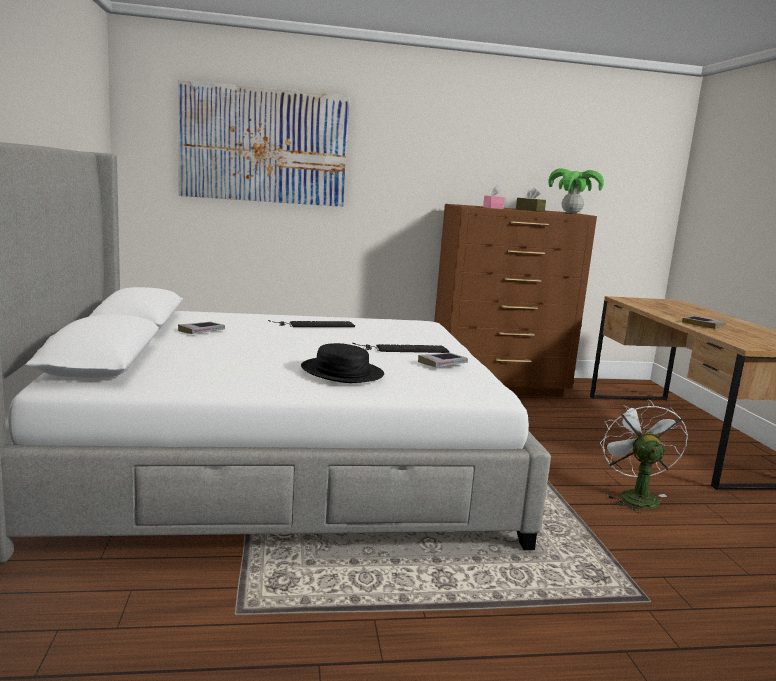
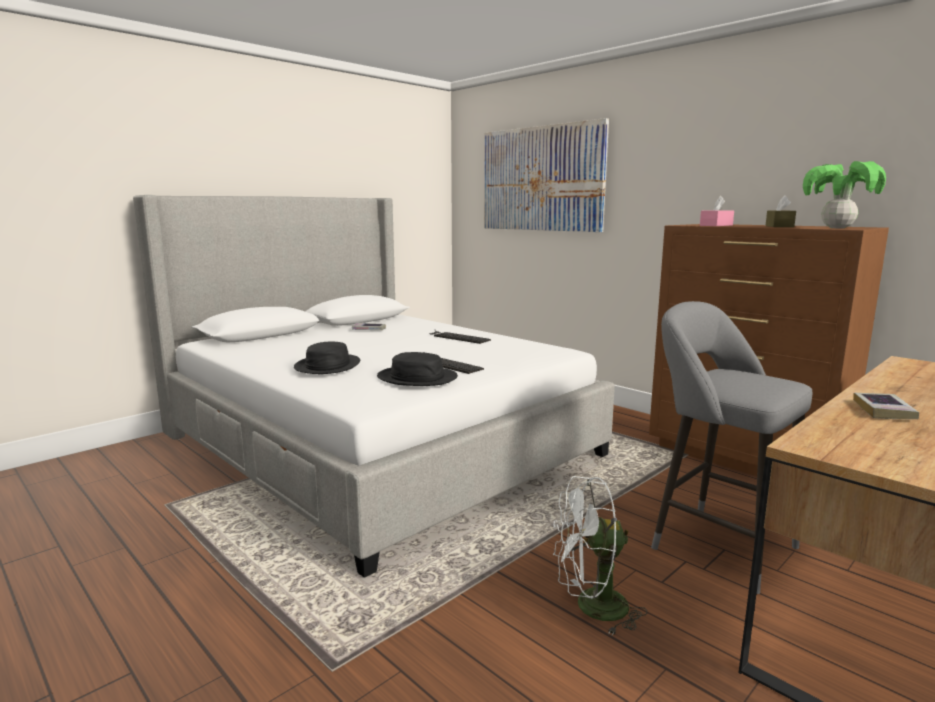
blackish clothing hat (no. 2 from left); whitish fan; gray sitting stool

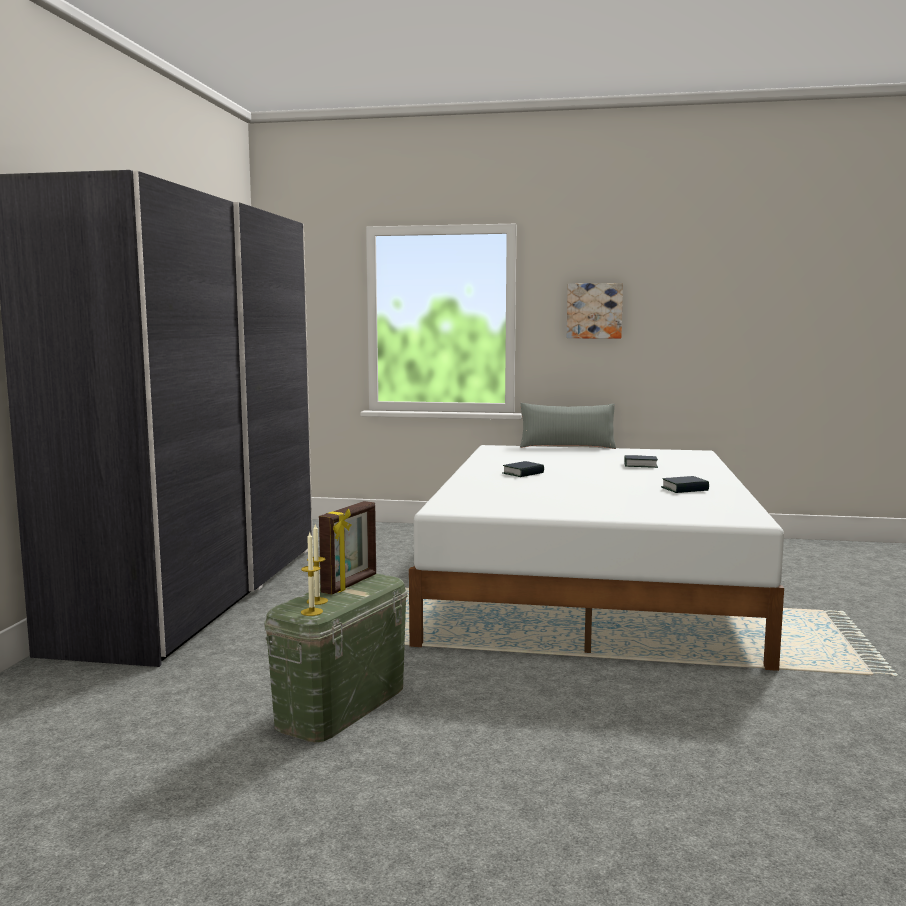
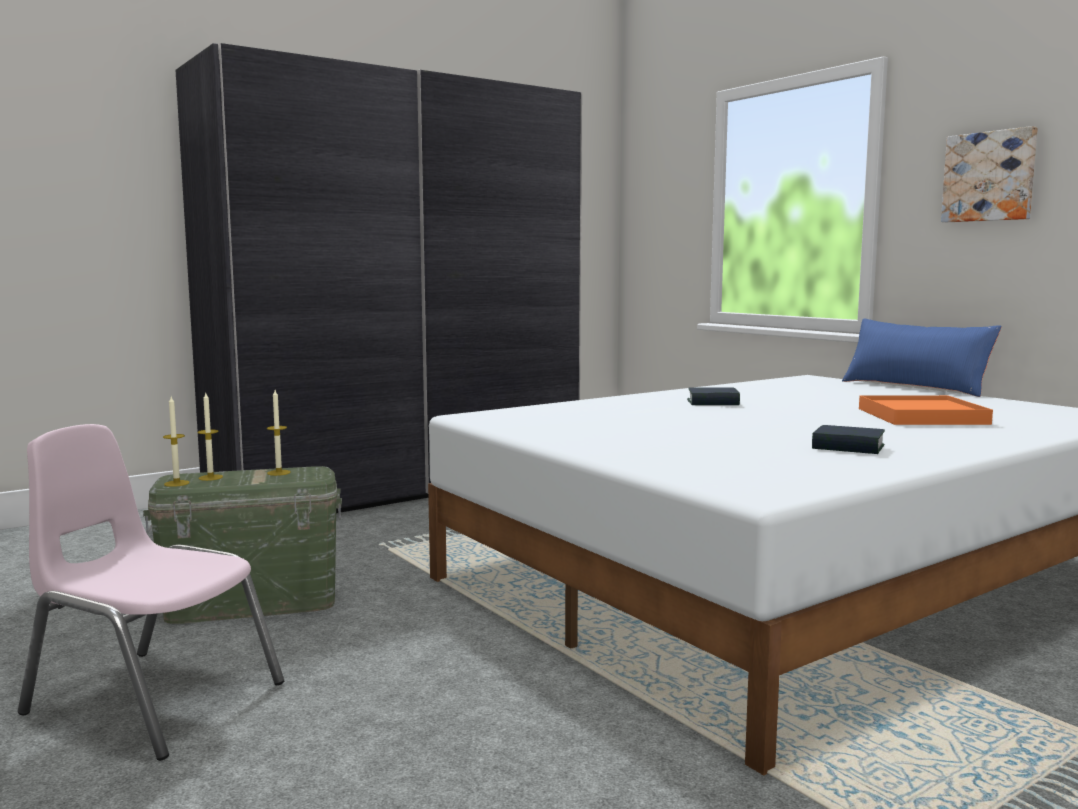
pink upright chair; candle (no. 3 from left); bluish throw pillow; orange carrying tray

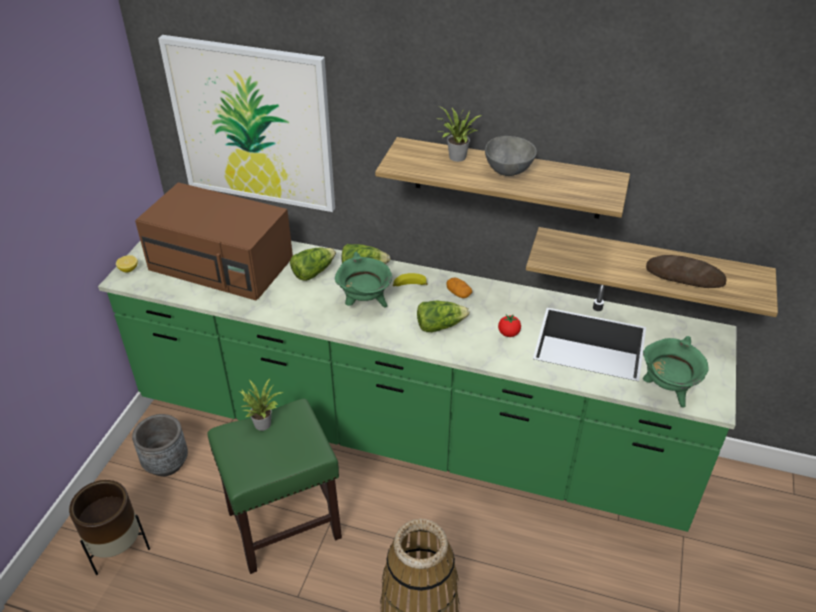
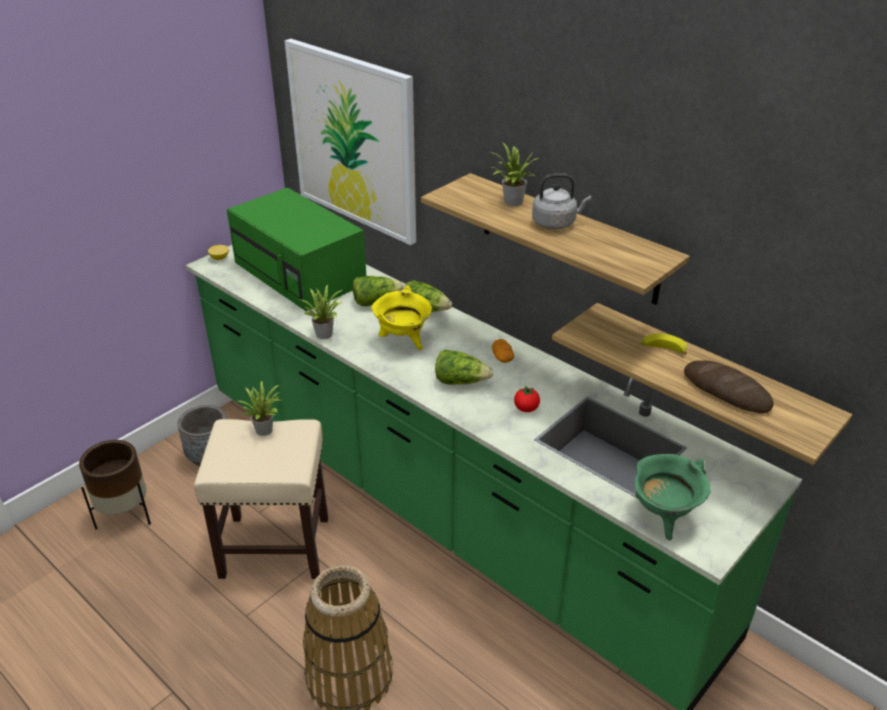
beige sitting stool; green-coloured microwave oven; houseplant (no. 2 from left); yellowish saucepot; gray tea kettle; banana

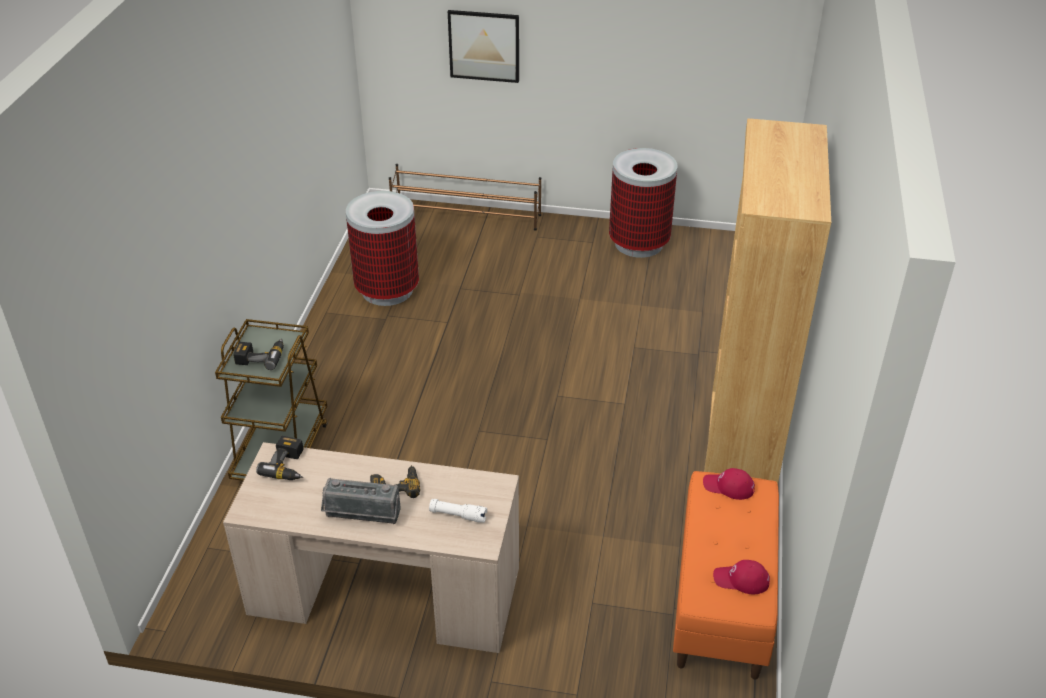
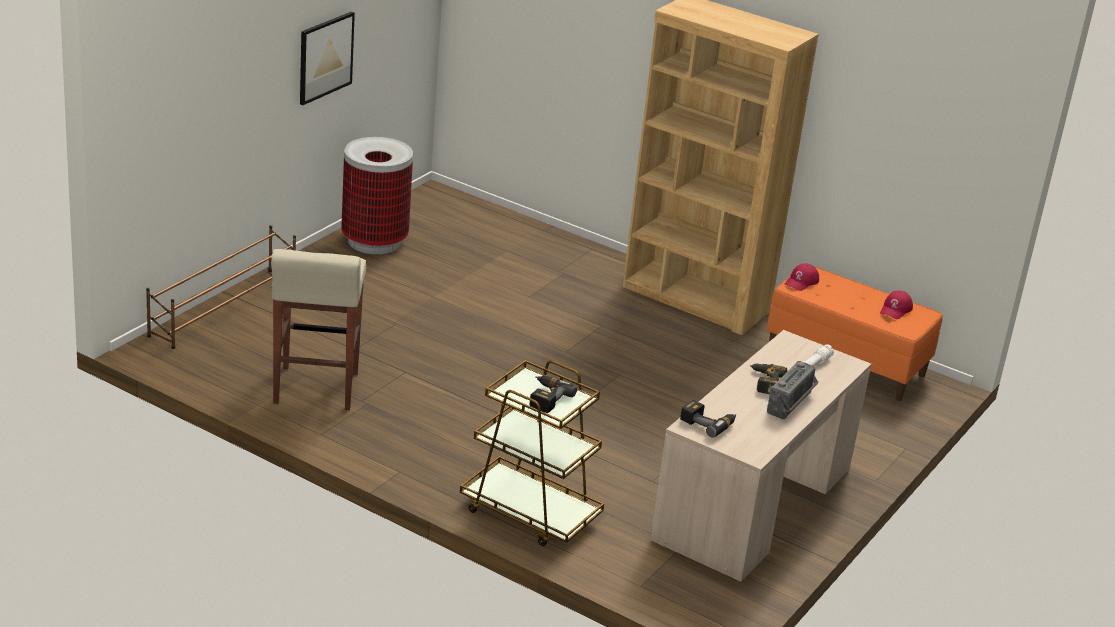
beige sitting stool; wall picture

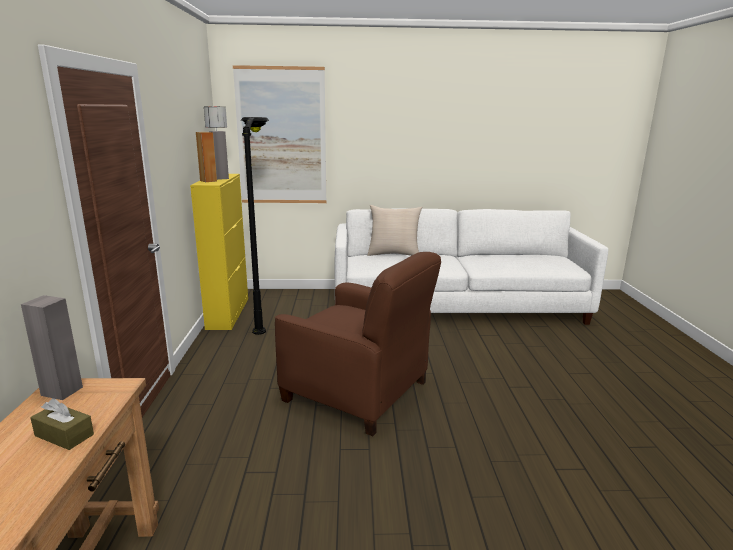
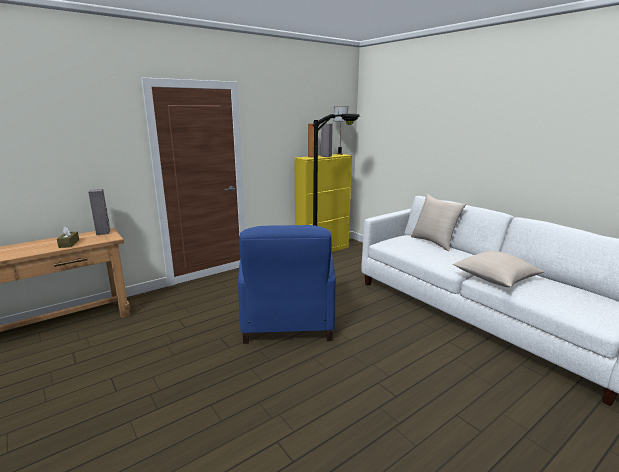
bluish armchair; beige throw pillow (no. 2 from left); wall picture

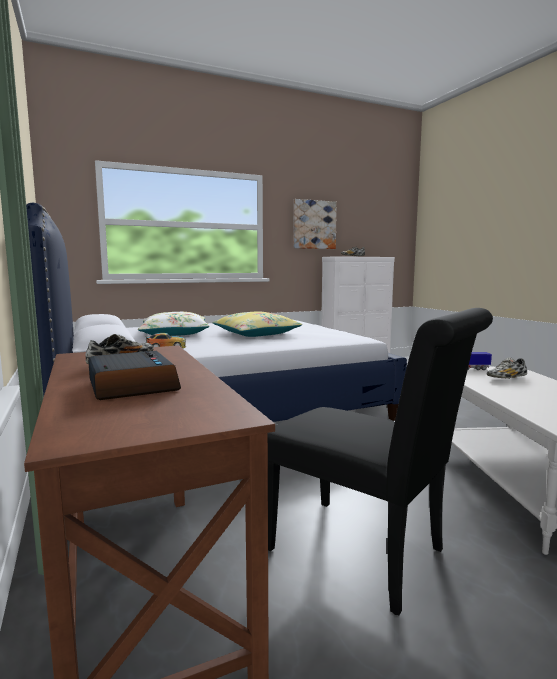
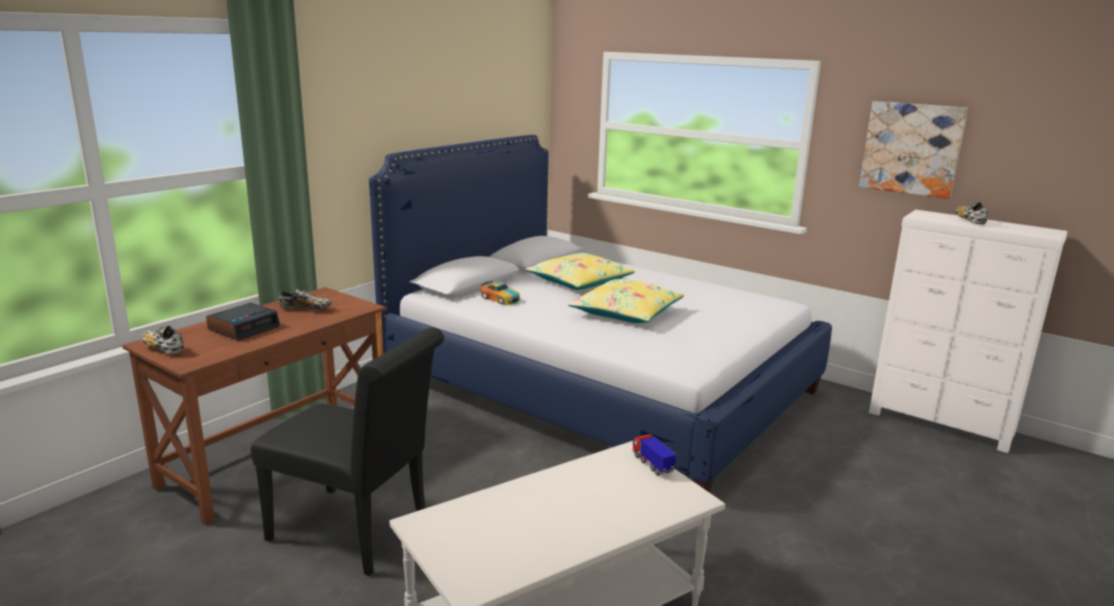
shoe (no. 1 from left); blackish upright chair; yellowish throw pillow (no. 1 from left)

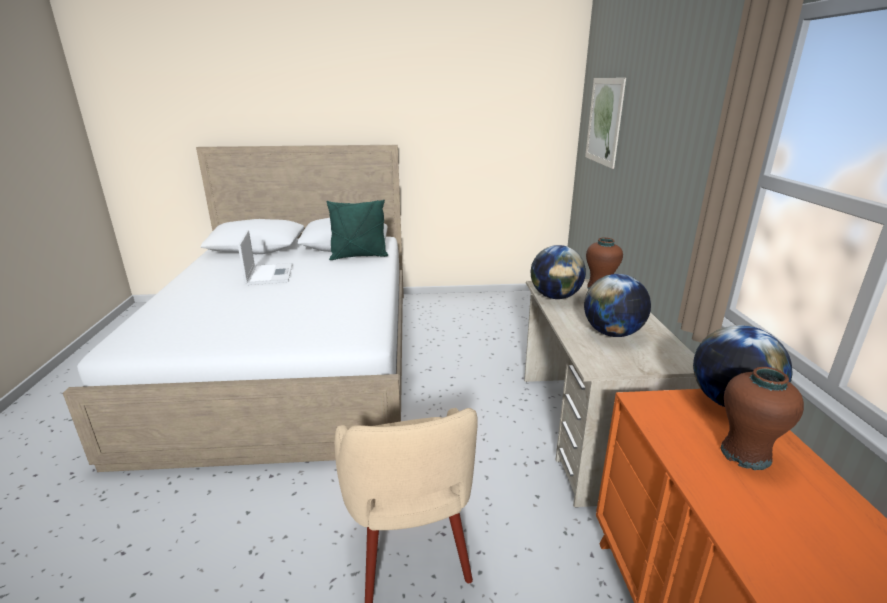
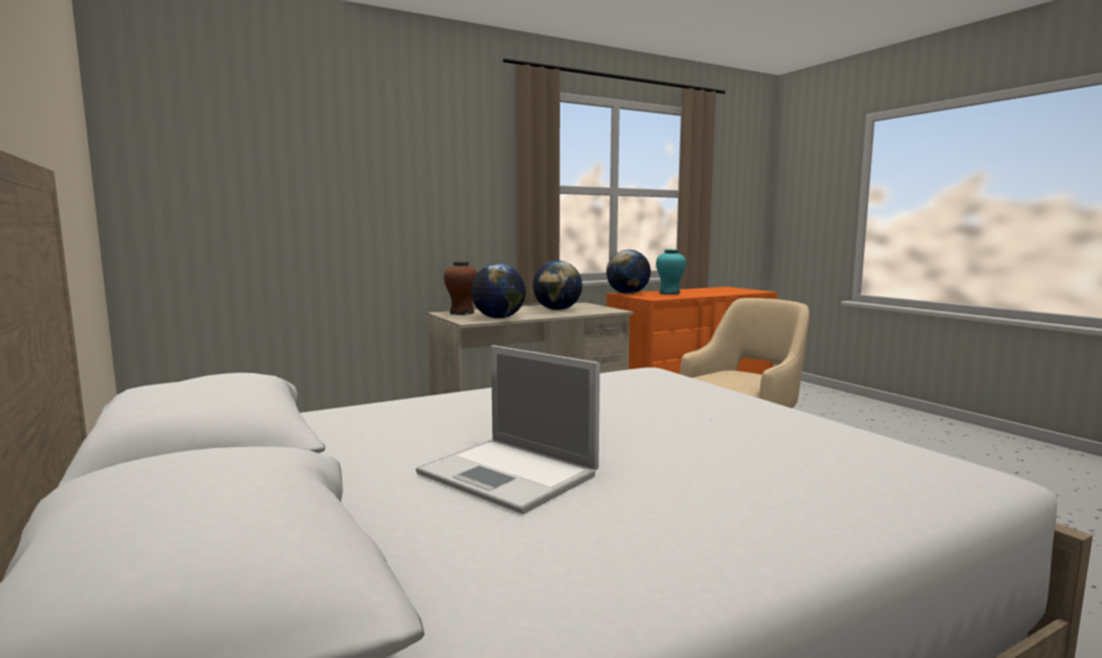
laptop; blue-green decorative vase; green-coloured throw pillow; wall picture

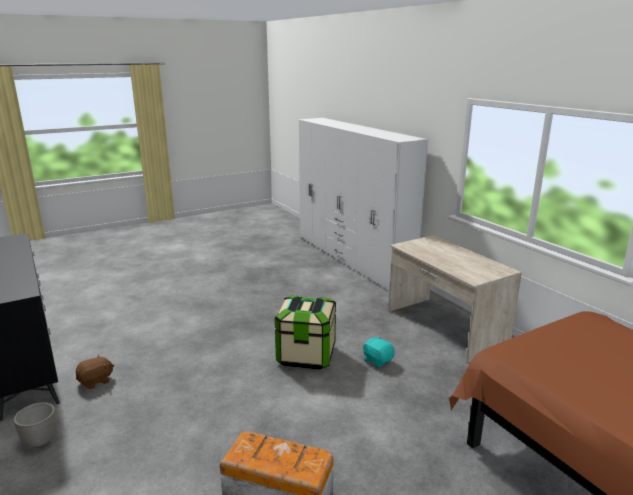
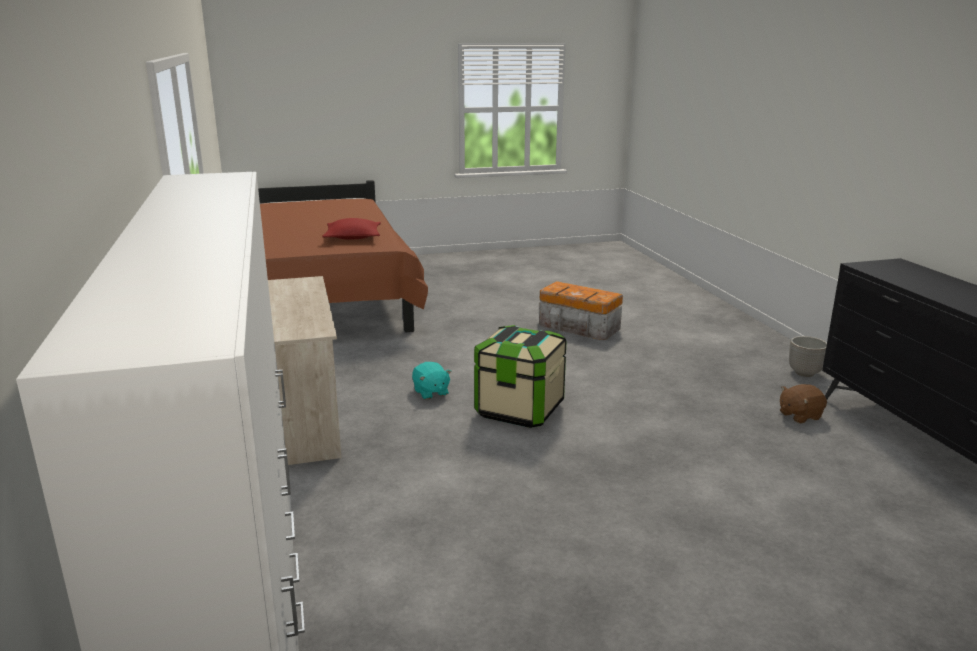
red-coloured throw pillow

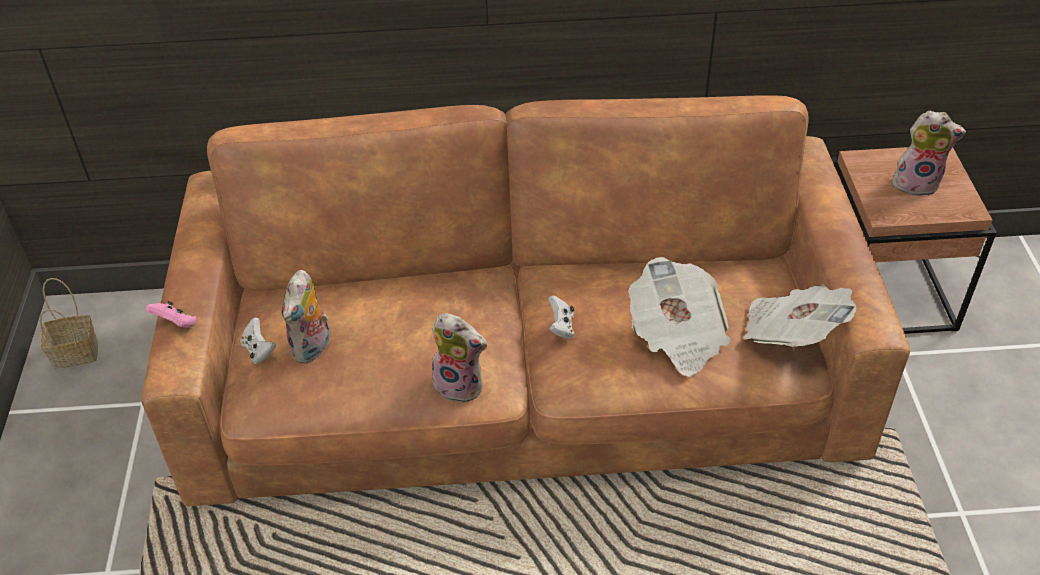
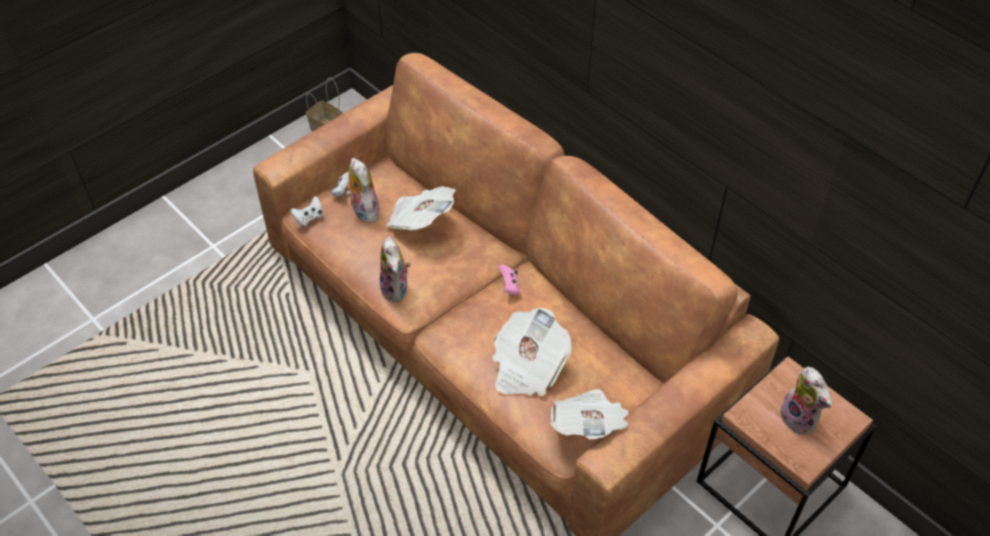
whitish game controller (no. 1 from left); soft toy (no. 1 from left); newspaper (no. 1 from left); pink game controller

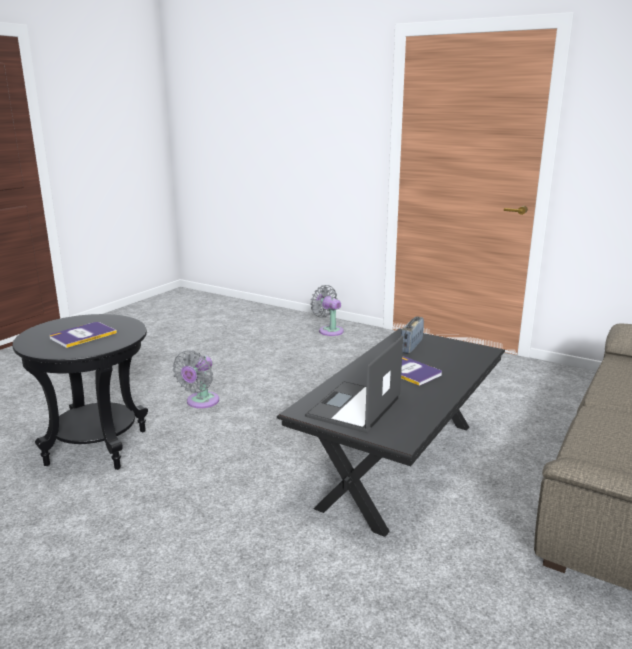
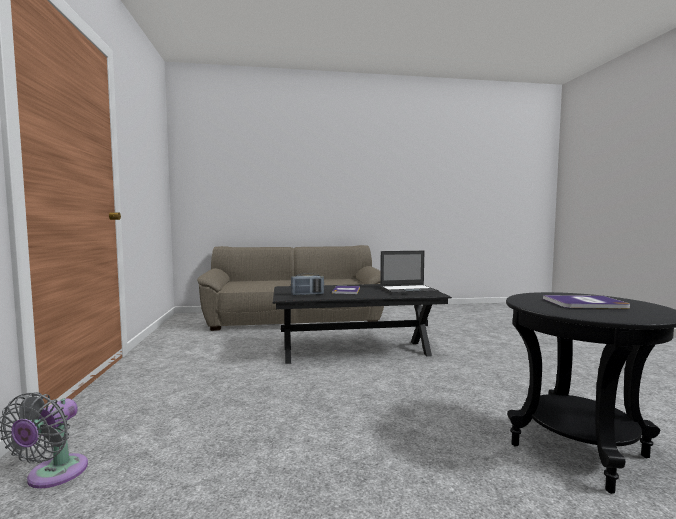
gray fan (no. 1 from left in the first image)

